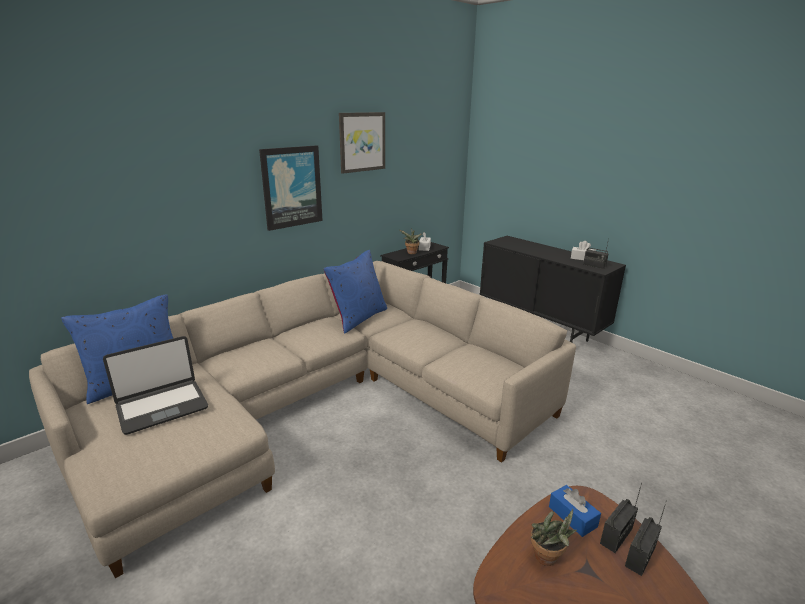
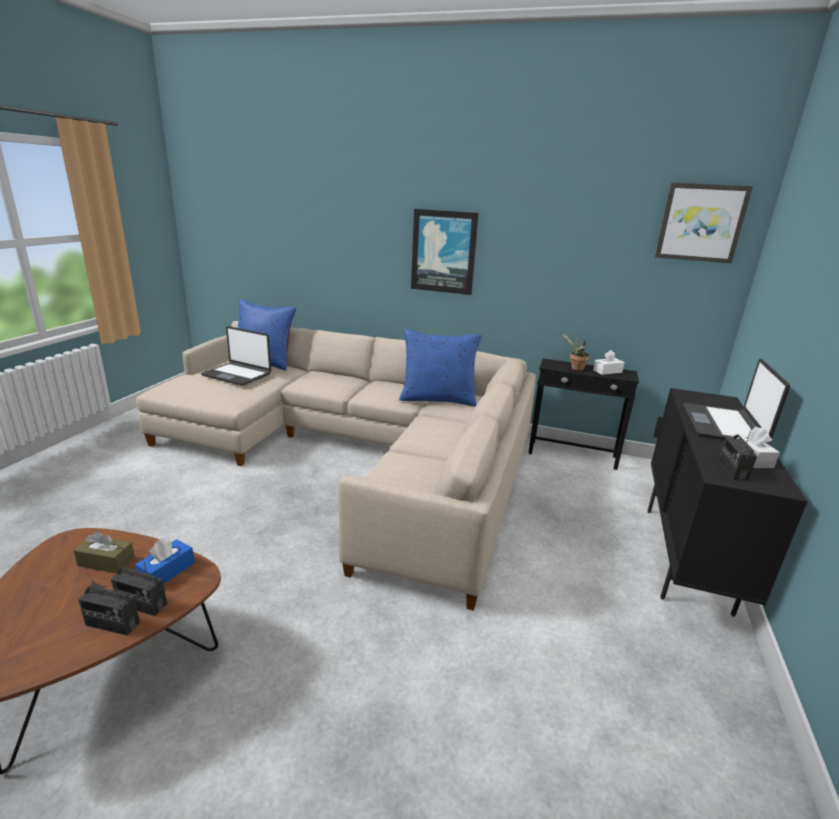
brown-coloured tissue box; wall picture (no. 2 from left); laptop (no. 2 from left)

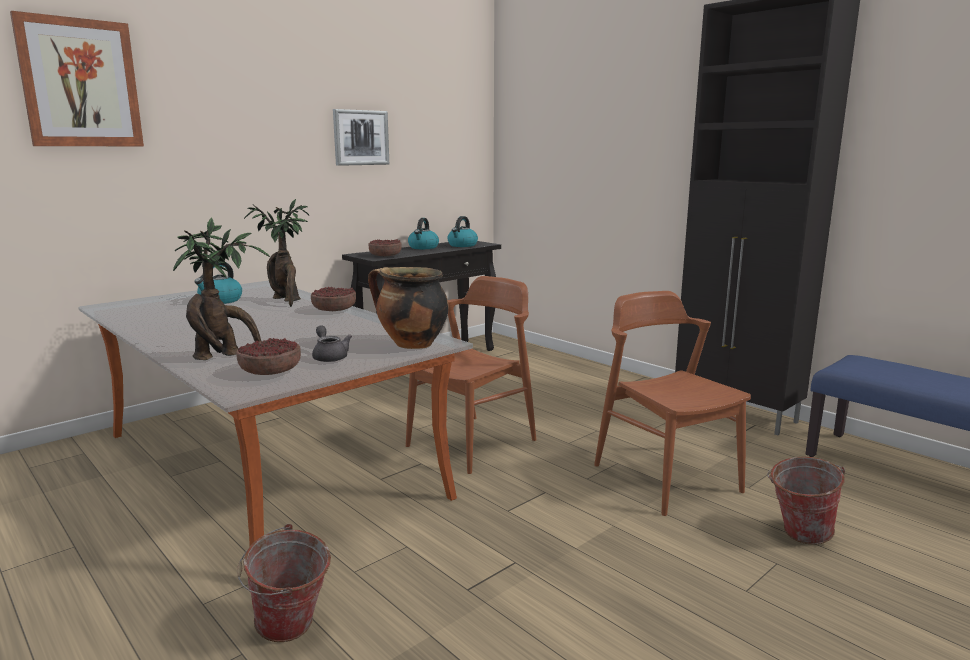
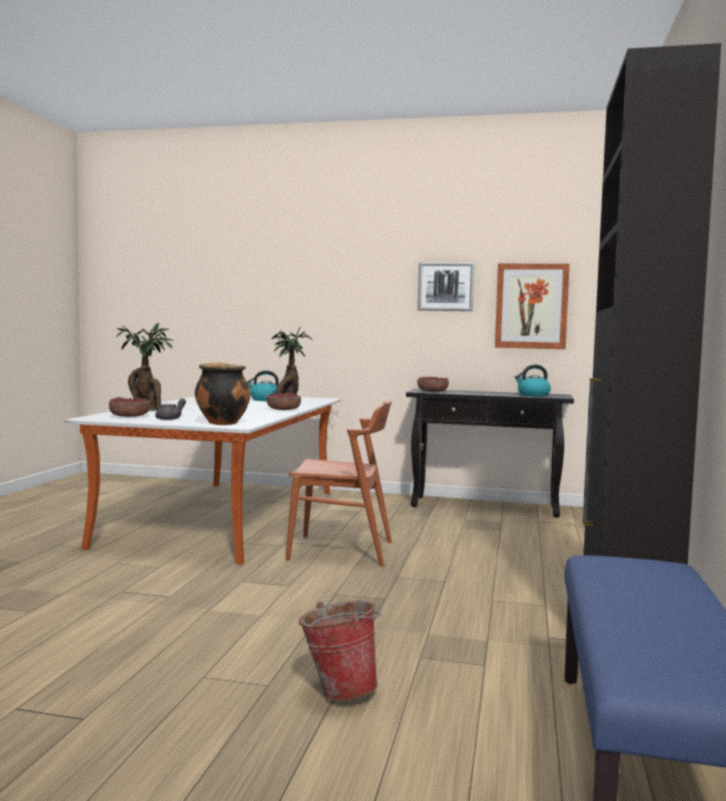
wall picture (no. 2 from left); bucket (no. 1 from left in the first image); tea kettle (no. 2 from left in the first image); brown-coloured upright chair (no. 2 from left in the first image)

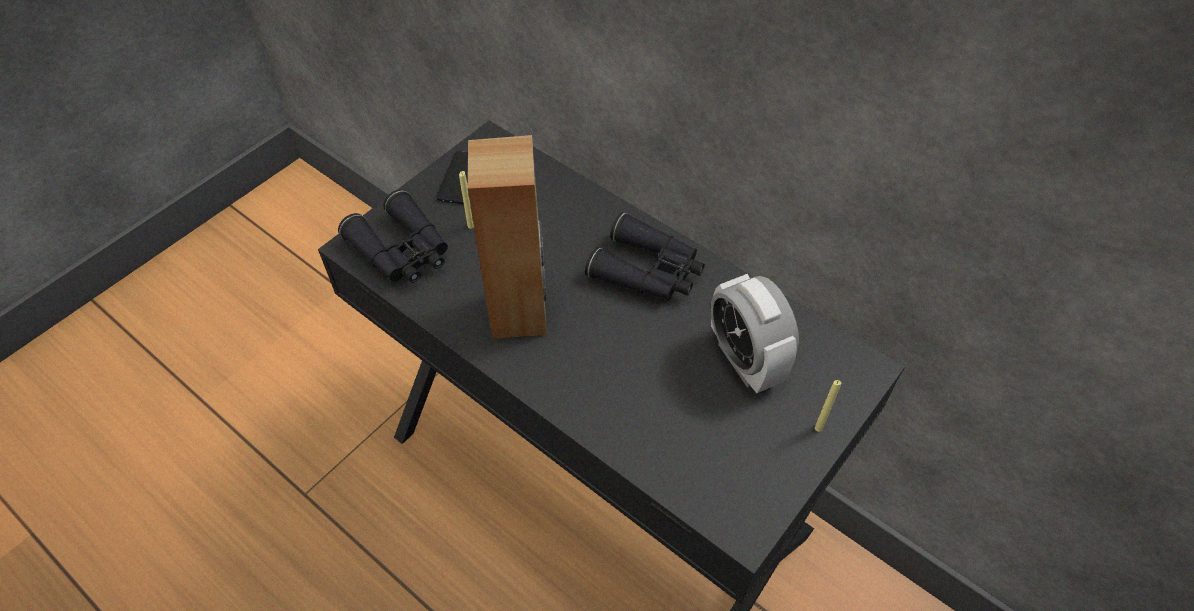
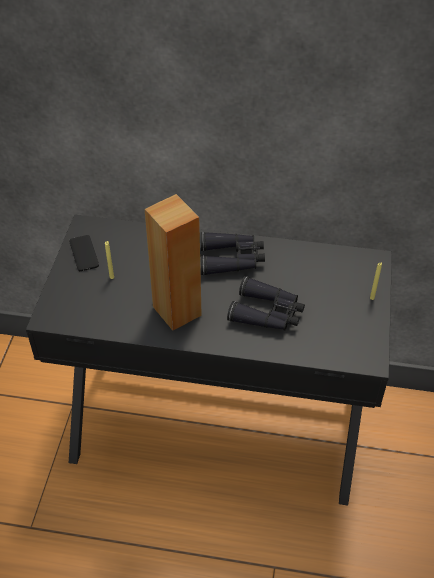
blackish field glasses (no. 2 from left); table clock

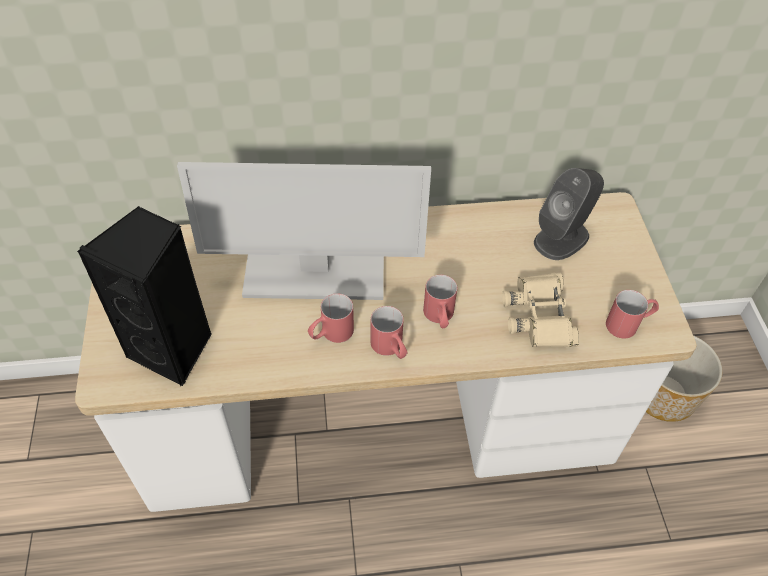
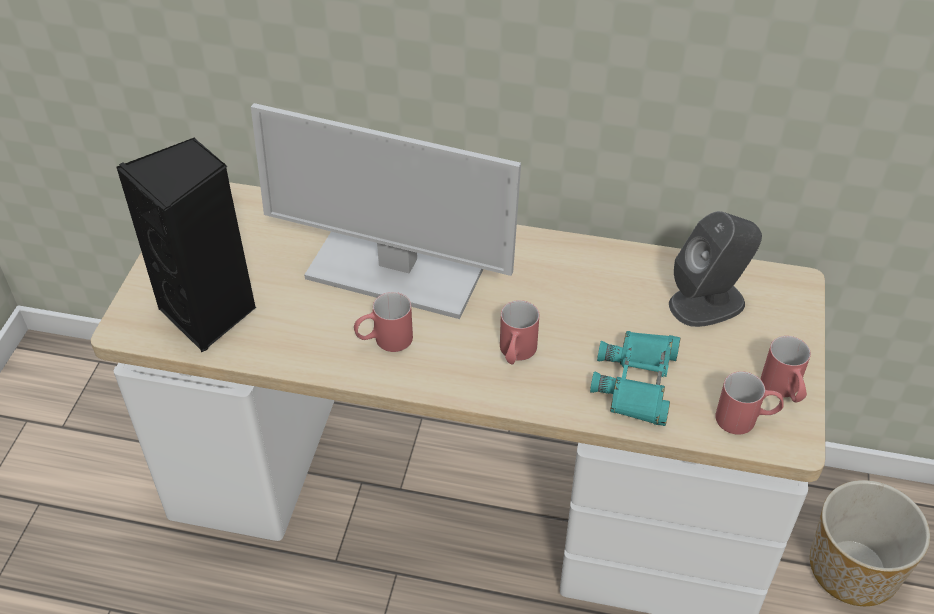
blue-green field glasses; red-coloured mug (no. 4 from left)

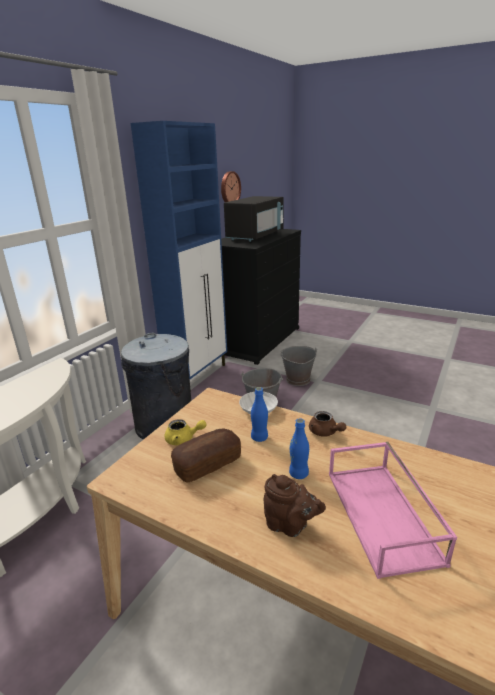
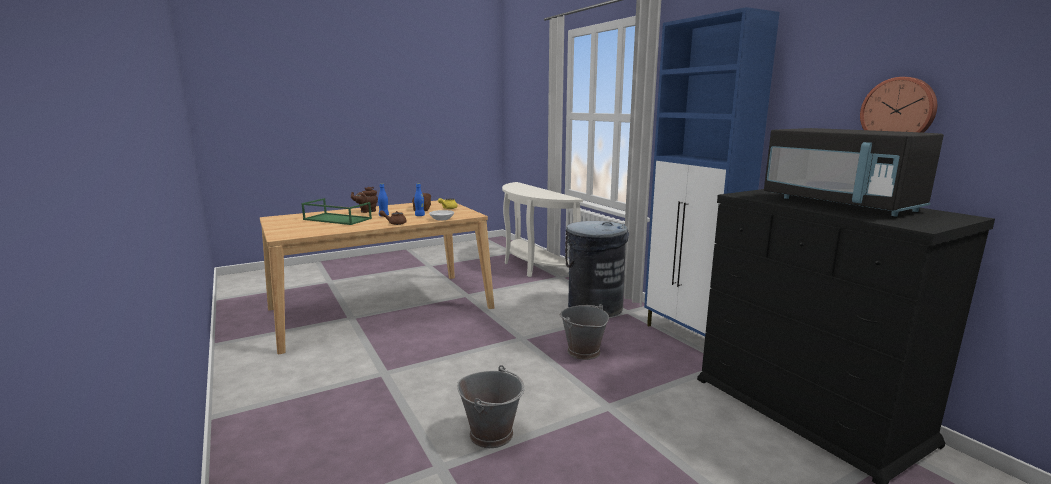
green-coloured carrying tray; gray bucket (no. 1 from left)

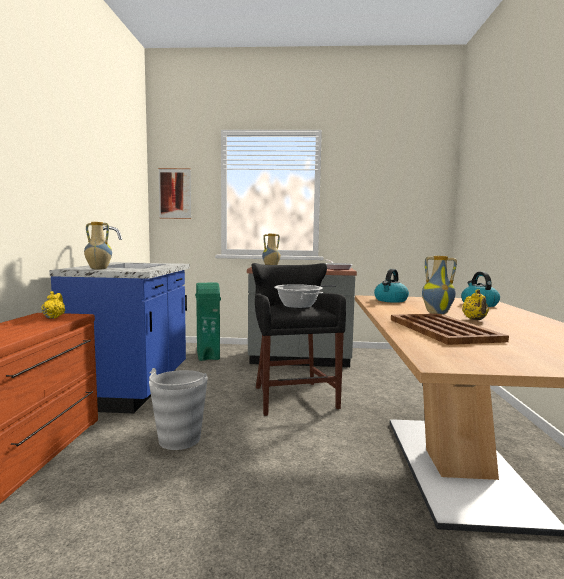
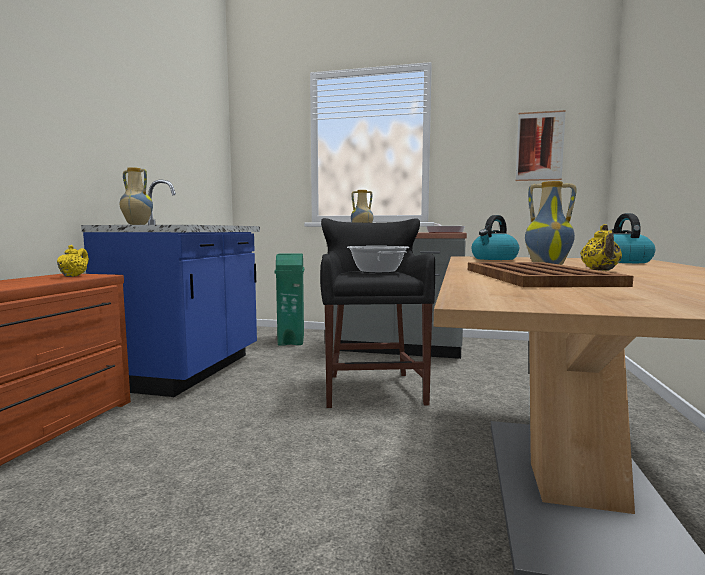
wall picture; gray bucket

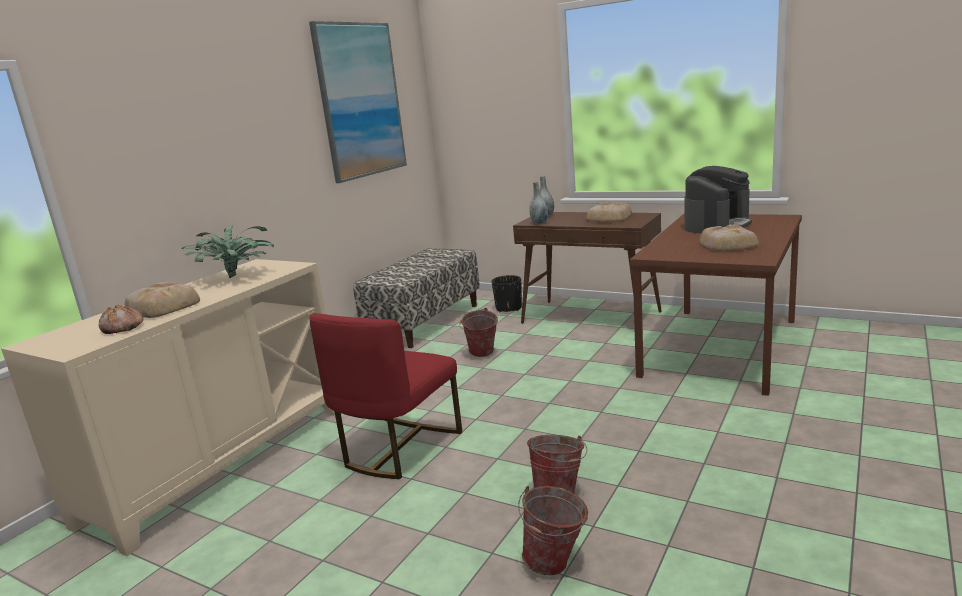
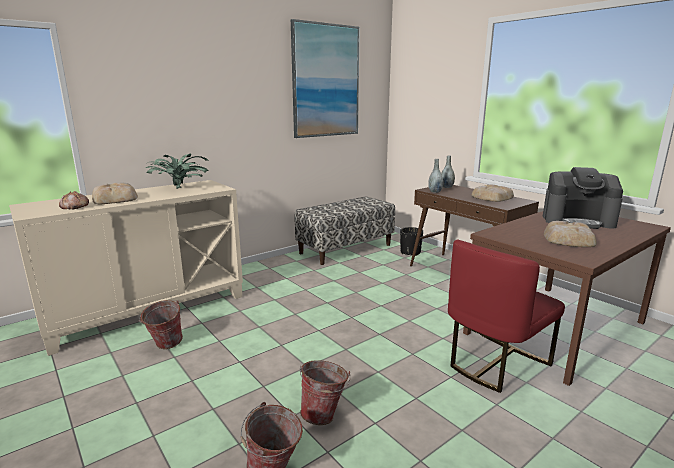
bucket (no. 1 from left); red-coloured upright chair; coffee brewer

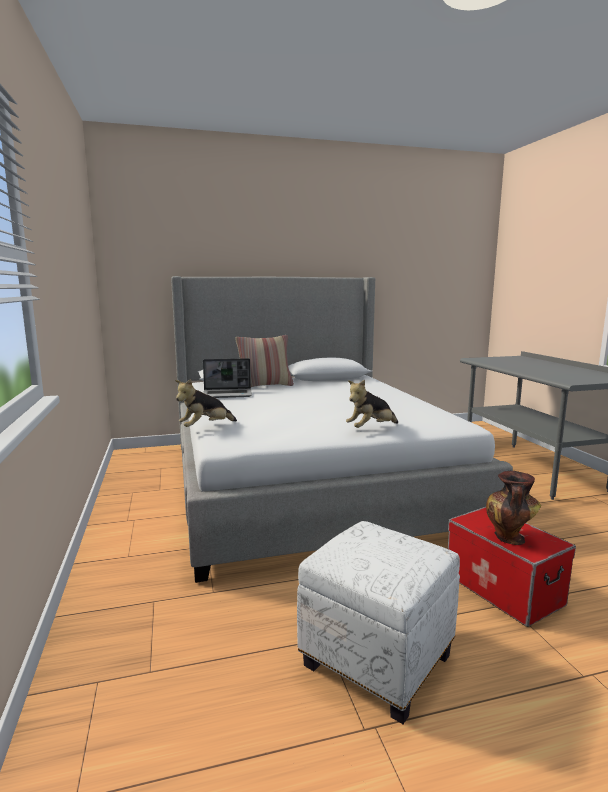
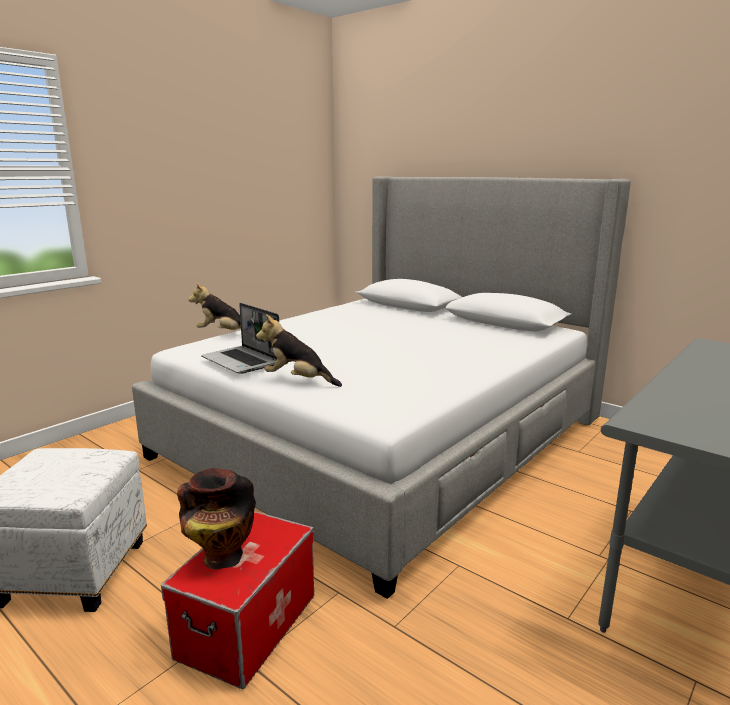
laptop; throw pillow

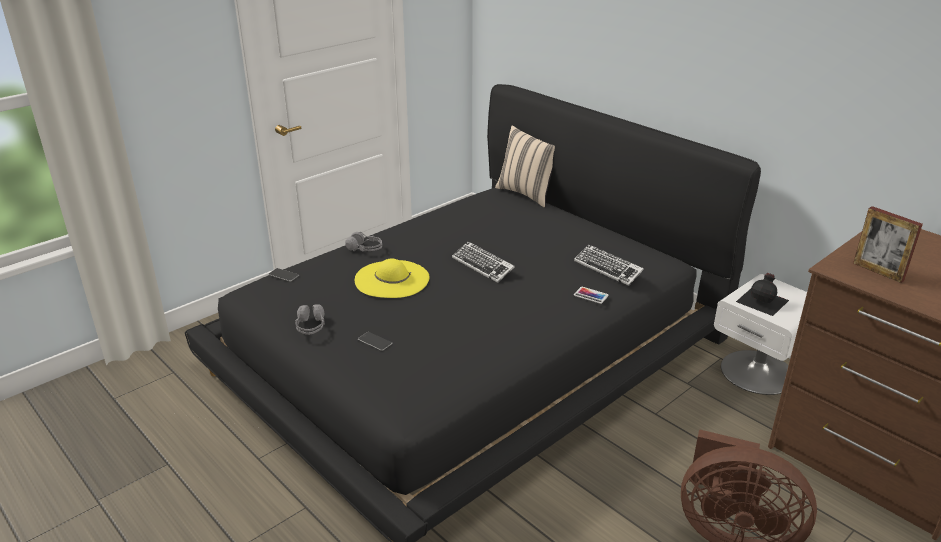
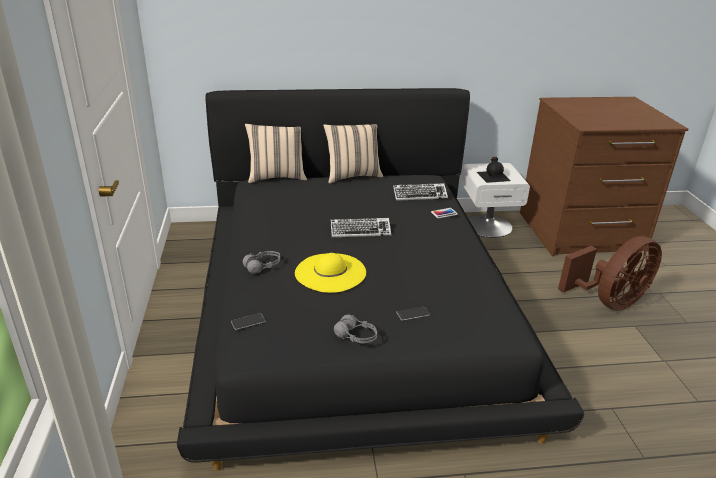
beige throw pillow (no. 2 from left); picture frame

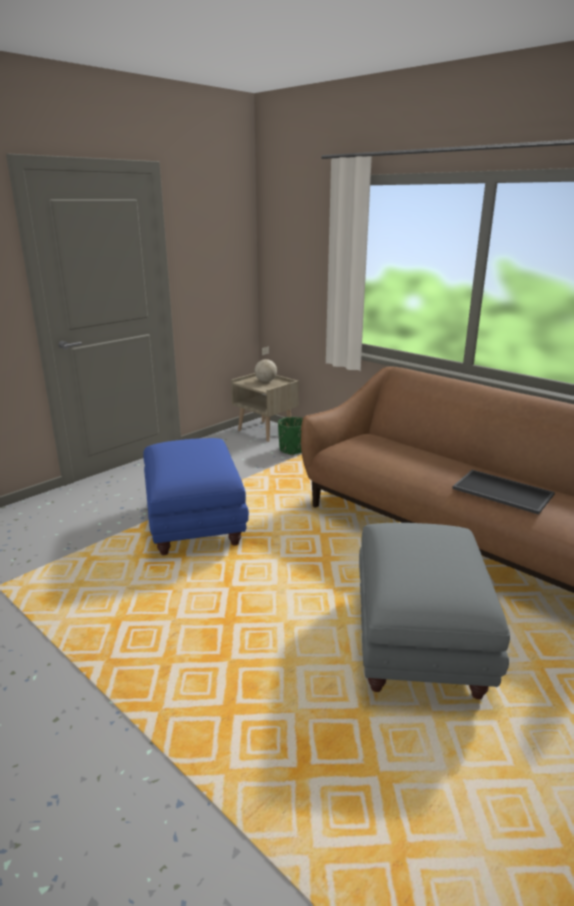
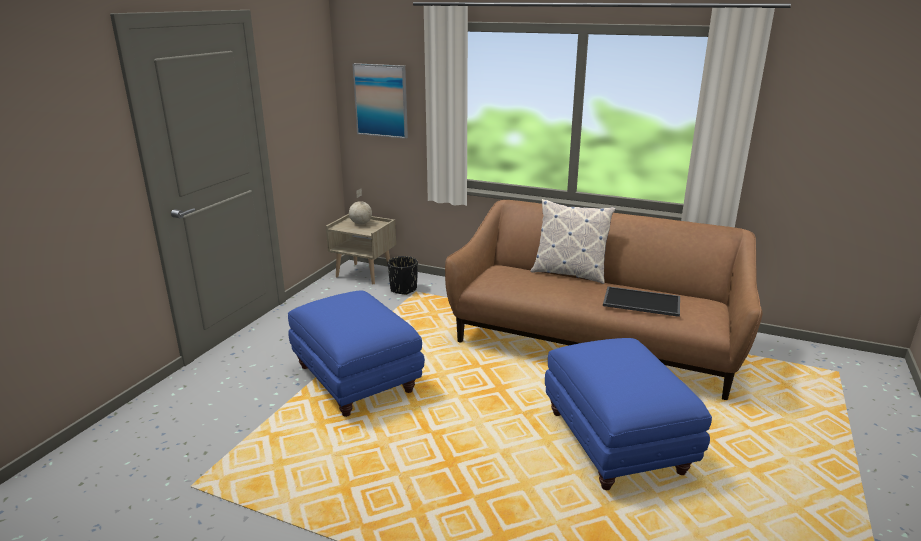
wall picture; blackish plant pot; throw pillow; bluish ottoman (no. 2 from left)

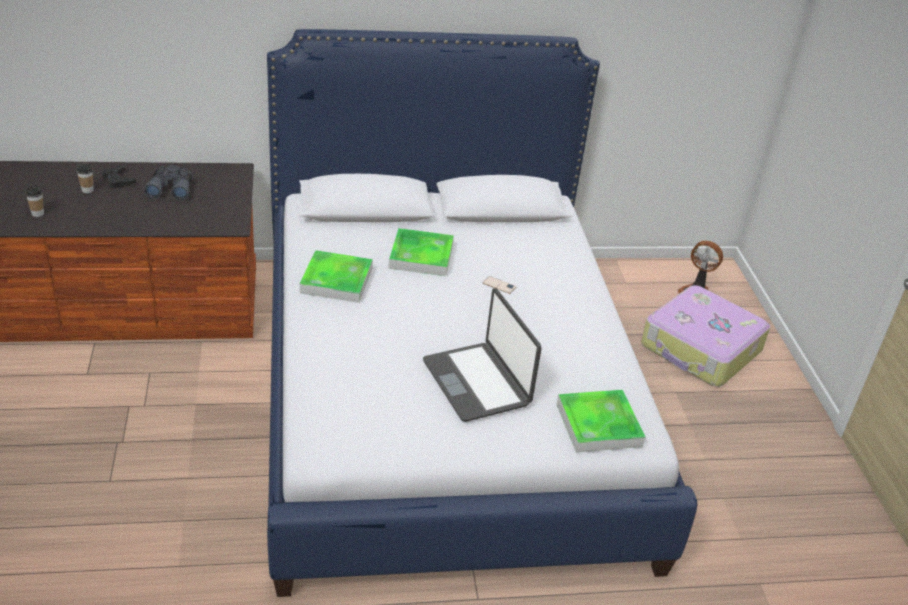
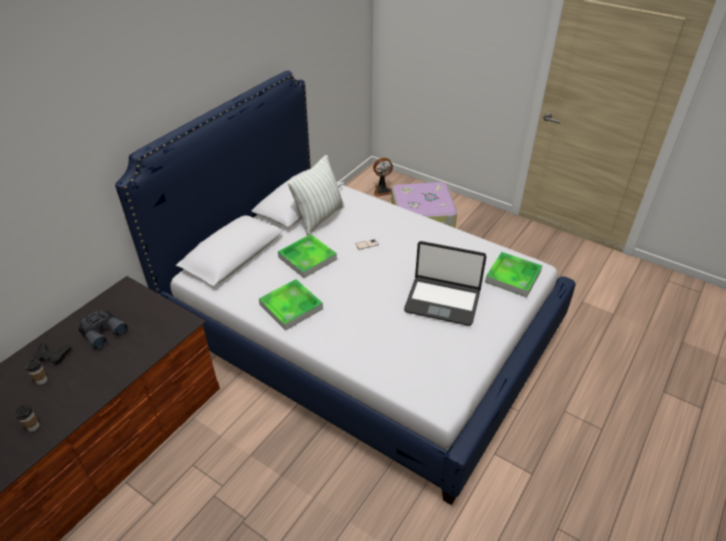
throw pillow

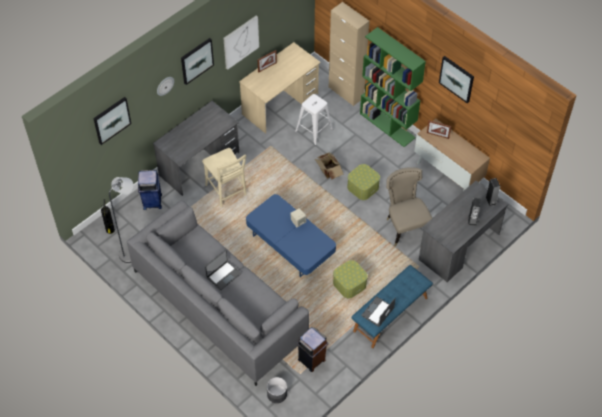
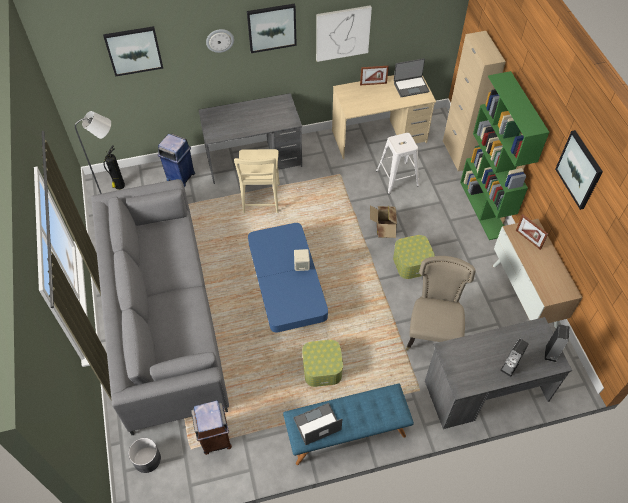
laptop (no. 2 from left)

